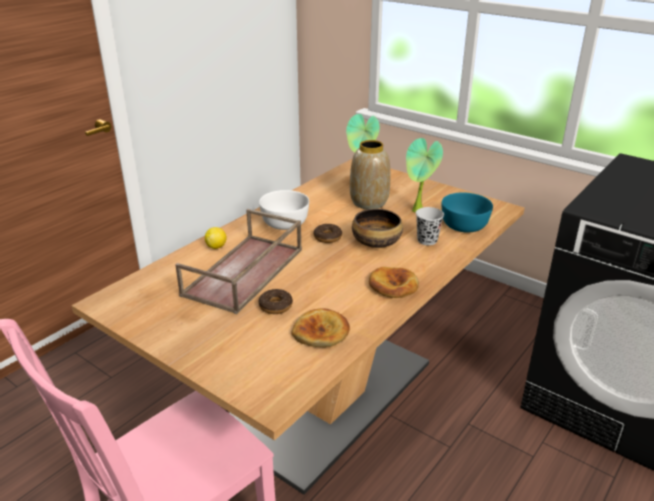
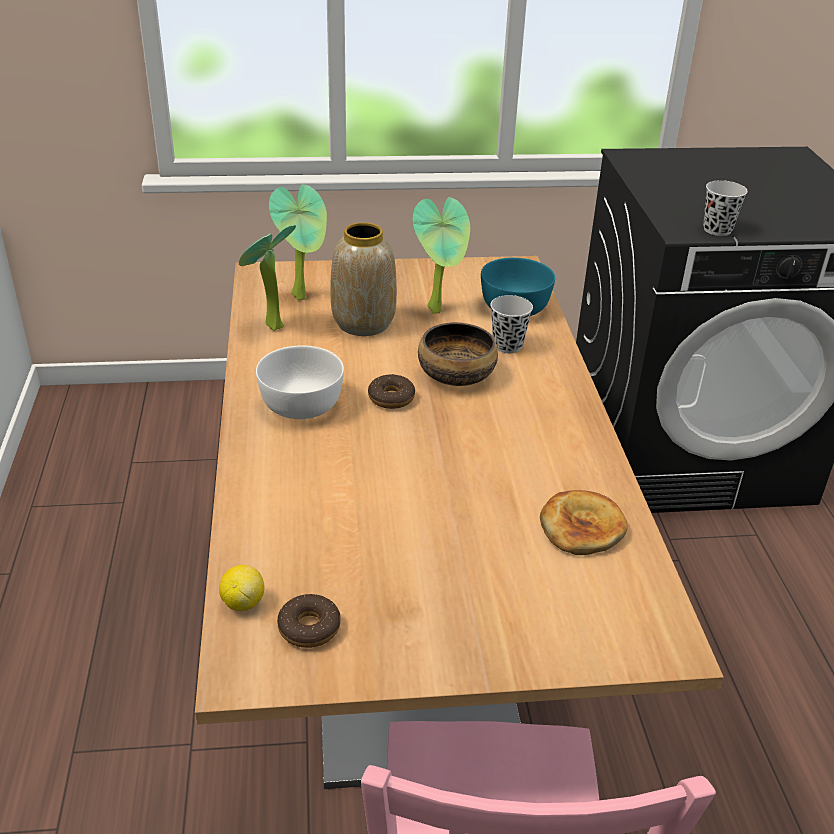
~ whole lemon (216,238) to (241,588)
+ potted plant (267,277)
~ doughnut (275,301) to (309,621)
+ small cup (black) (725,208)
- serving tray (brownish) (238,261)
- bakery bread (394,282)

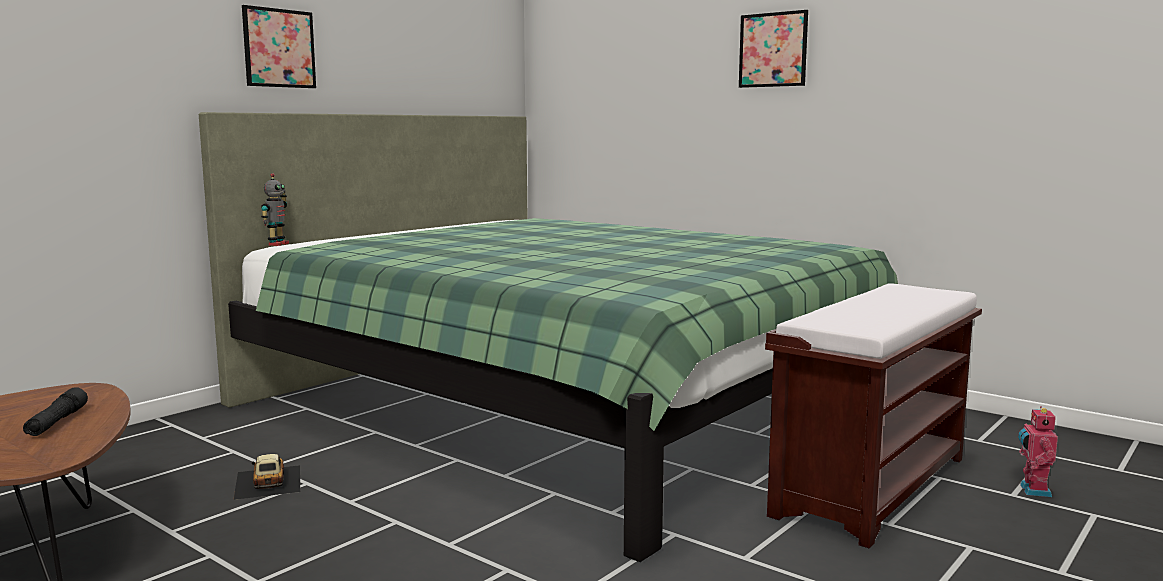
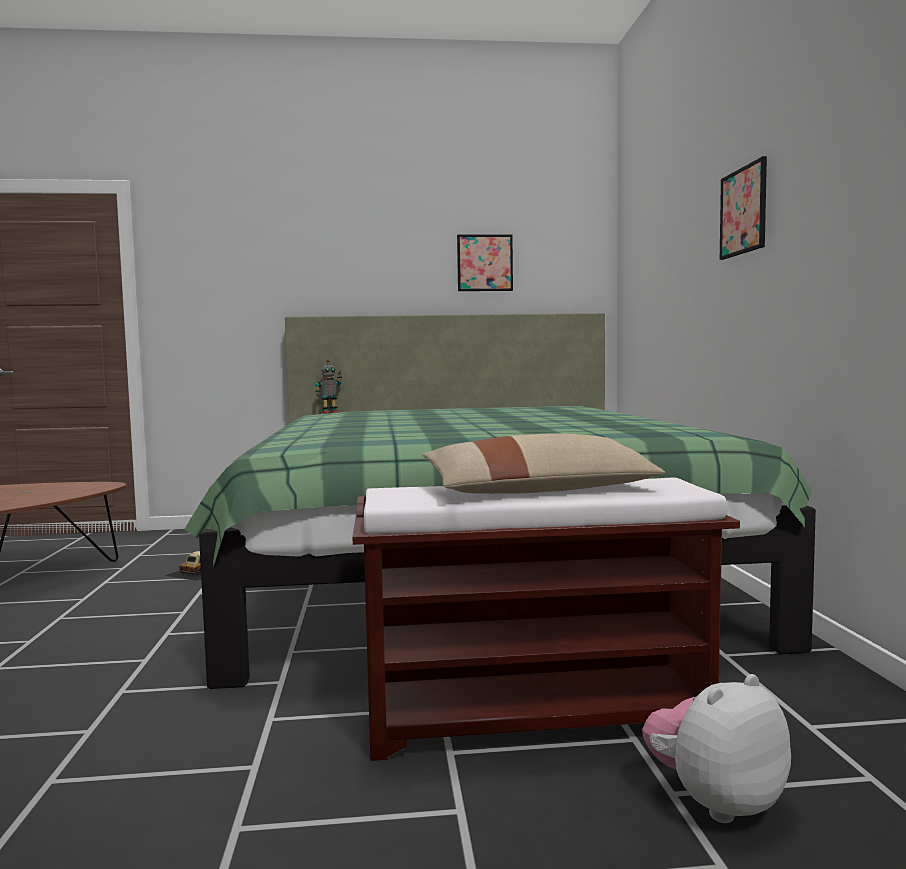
+ pillow (beige) (543,463)
~ picture (279,46) to (485,263)
~ robot figure (1038,451) to plush toy (716,748)
- flashlight (black) (55,411)

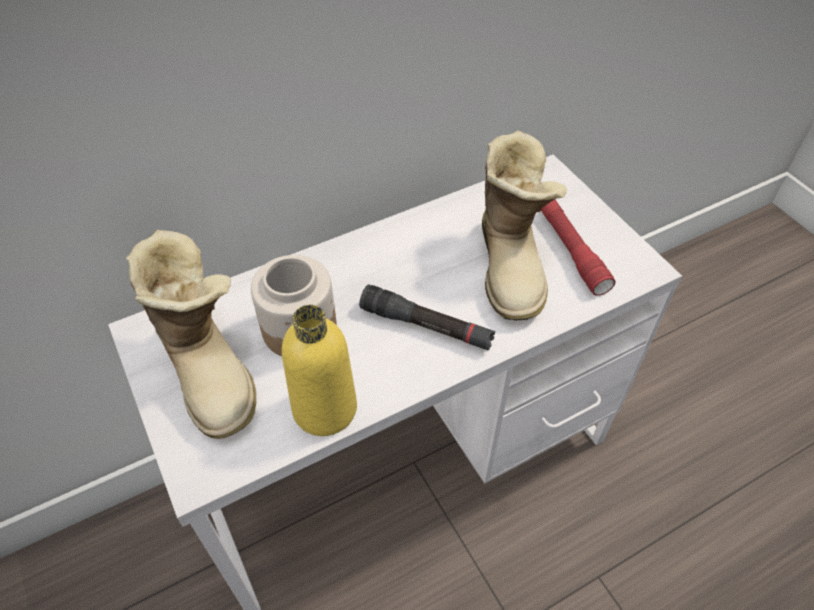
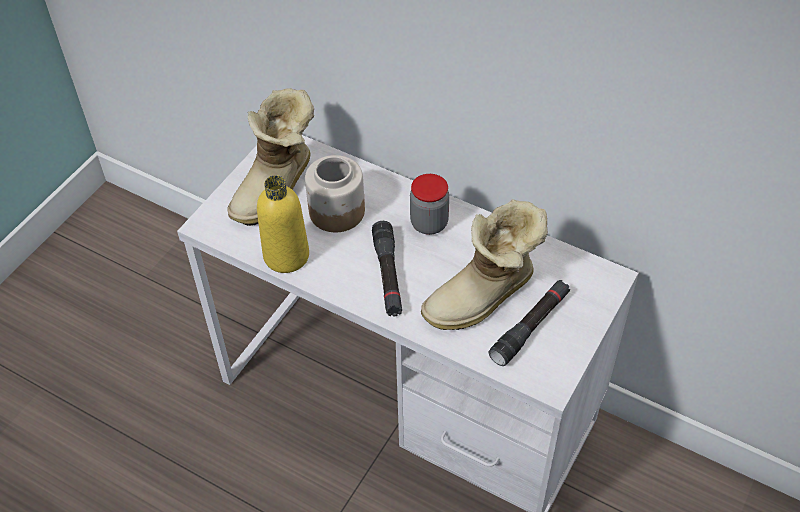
+ storage jar (429,204)
~ flashlight (red-coloured) (578,248) to flashlight (black) (529,323)

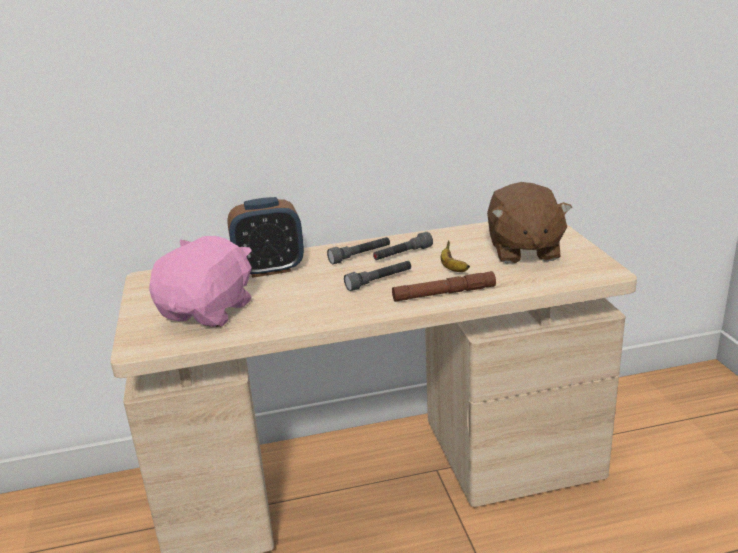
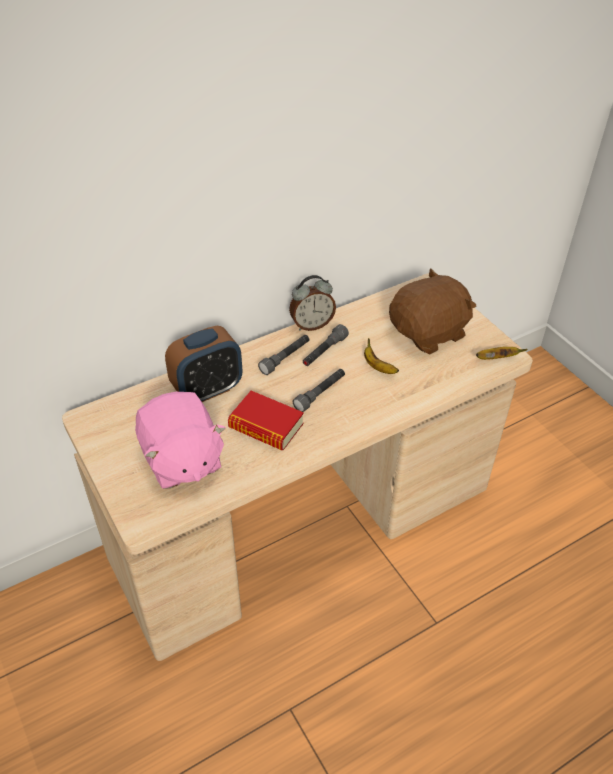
~ plush toy (pinkish) (200,281) = (180,440) 150 degrees clockwise
+ bound book (266,420)
+ bedside clock (312,303)
~ plush toy (brownish) (529,223) = (433,311) 105 degrees counterclockwise
+ banana fruit (501,353)
- flashlight (brownish) (444,286)

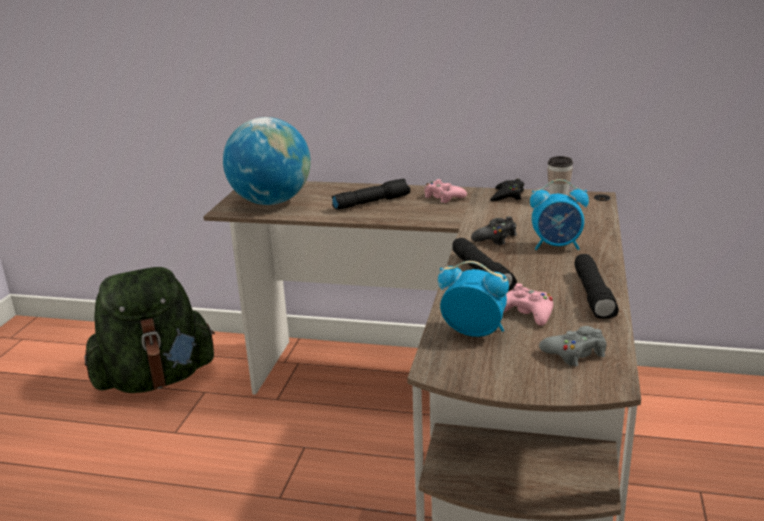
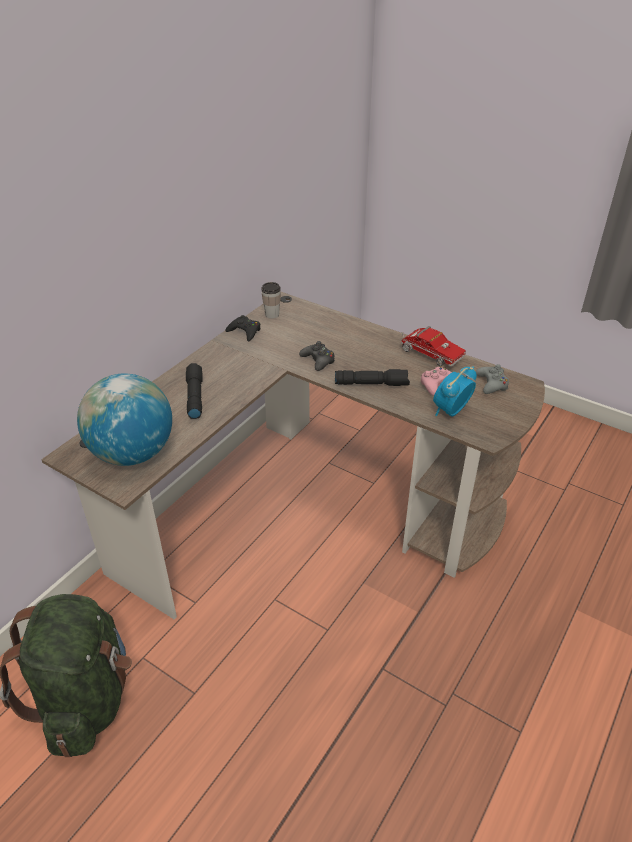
~ flashlight (black) (596,286) to toy lorry (433,346)
- gamepad (pinkish) (445,191)
- bedside clock (559,214)

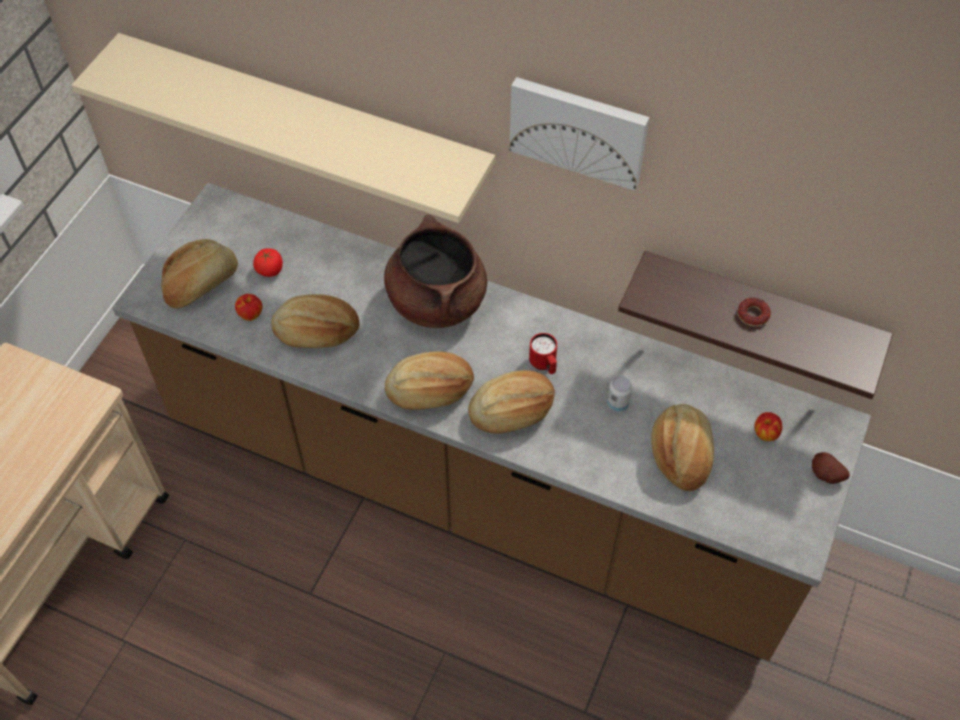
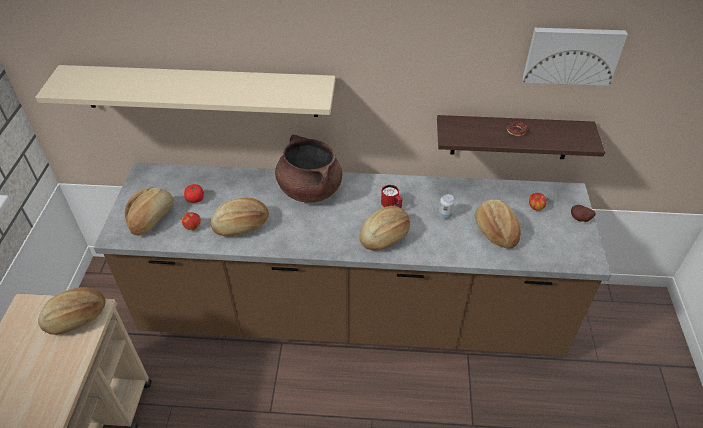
~ bakery bread (429,380) to (72,311)
~ picture (579,134) to (575,57)

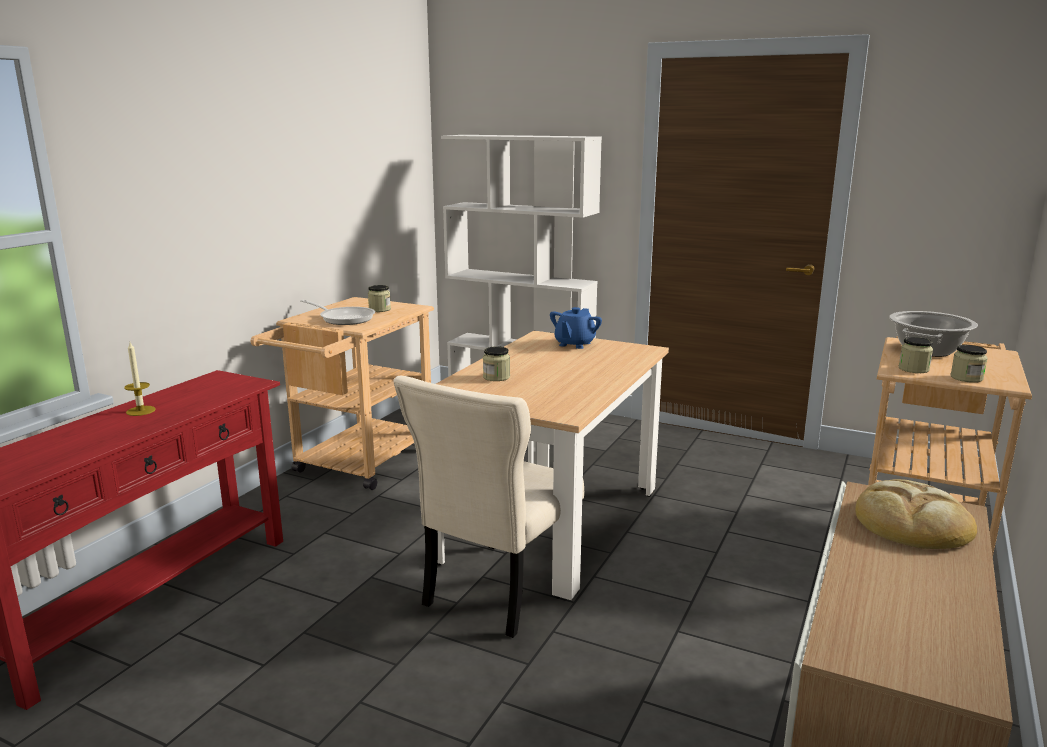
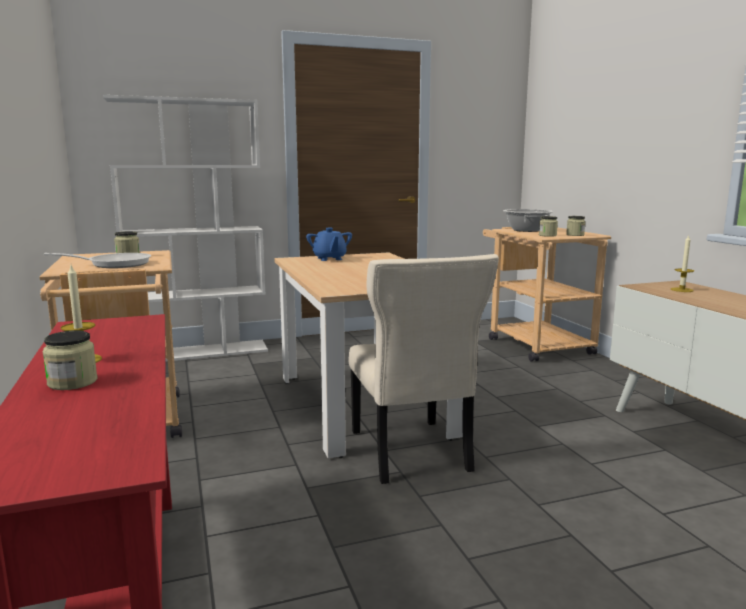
~ storage jar (496,363) to (70,360)
~ bakery bread (916,514) to wax candle (682,263)

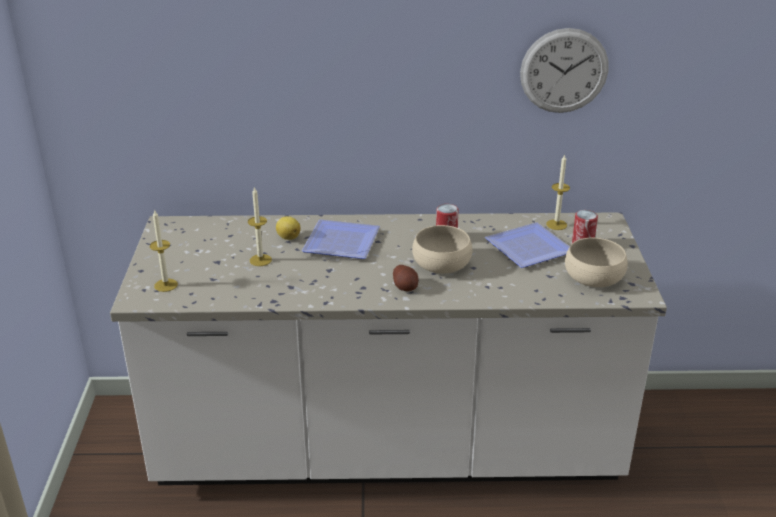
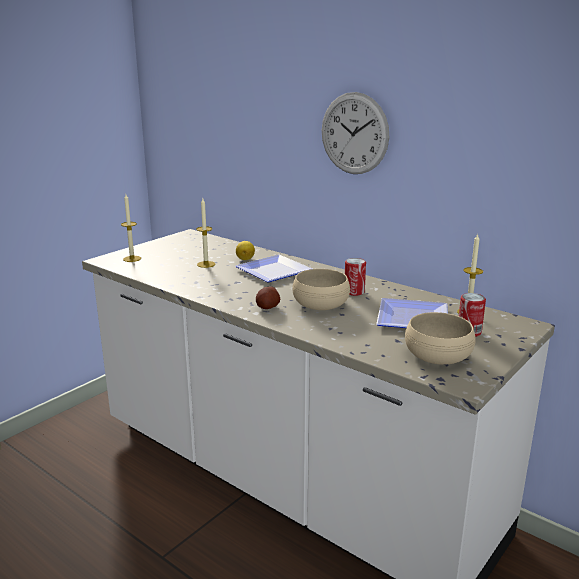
~ hanging clock (564,70) to (355,133)

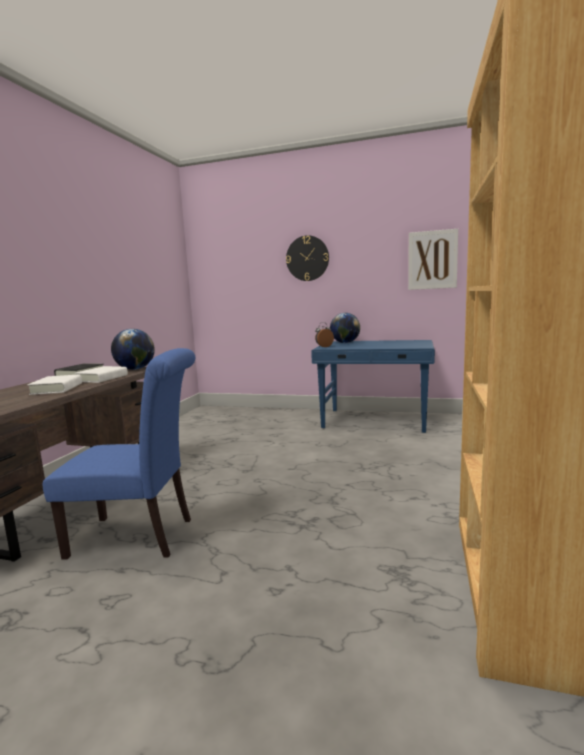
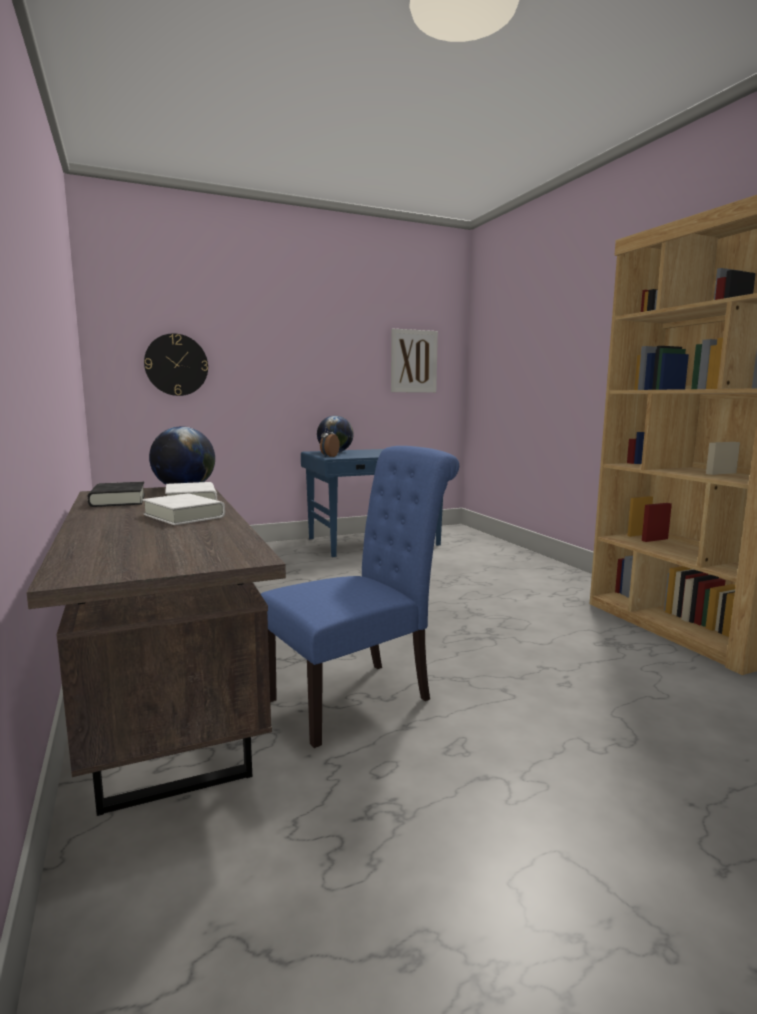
~ hanging clock (307,258) to (176,364)

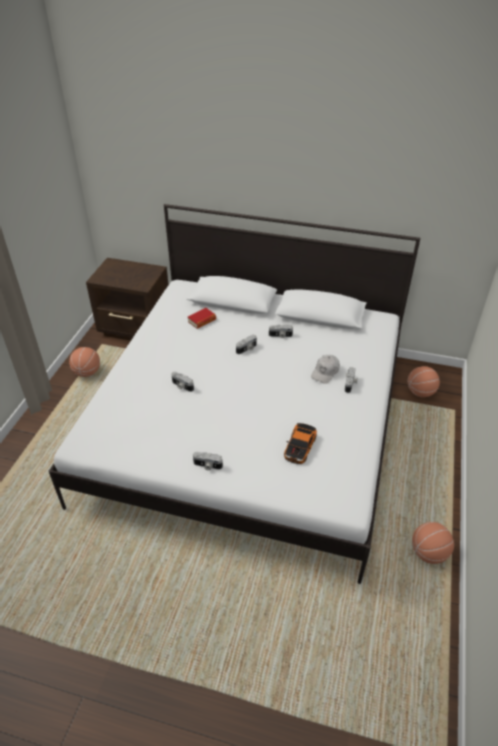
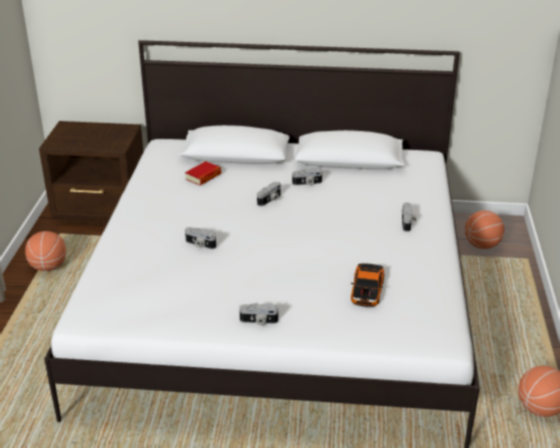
- baseball cap (white-coloured) (325,369)

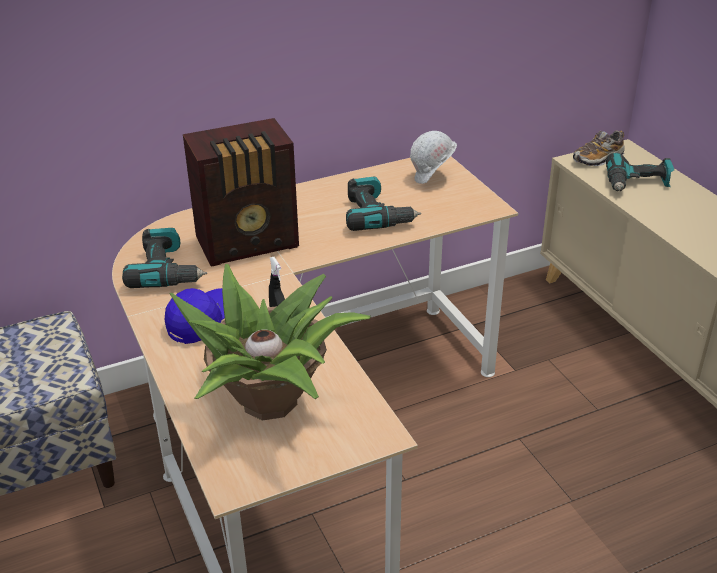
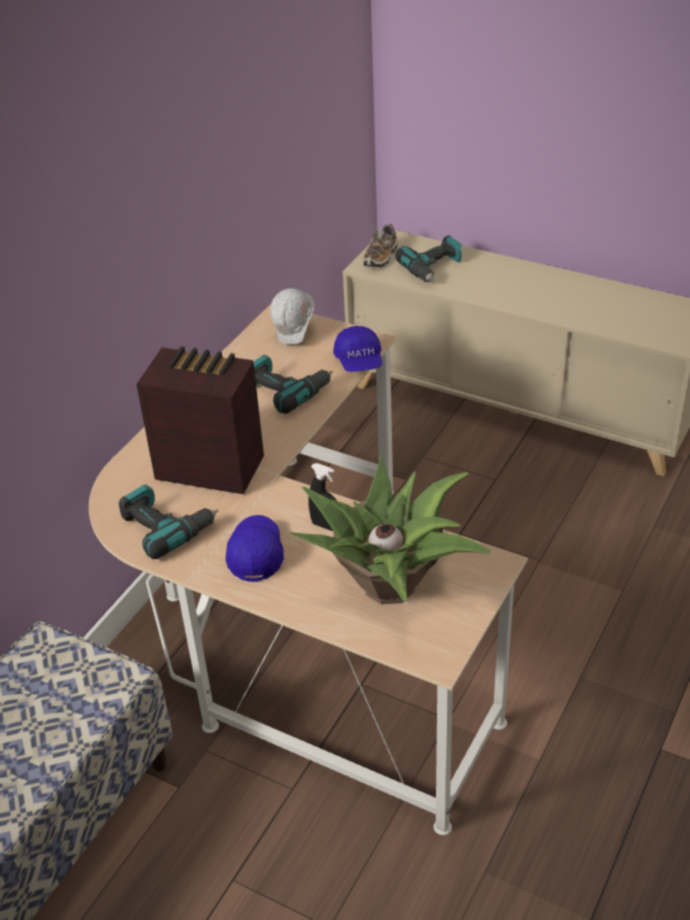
~ radio receiver (241,192) = (200,420) 105 degrees counterclockwise
+ baseball cap (bluish) (357,349)

